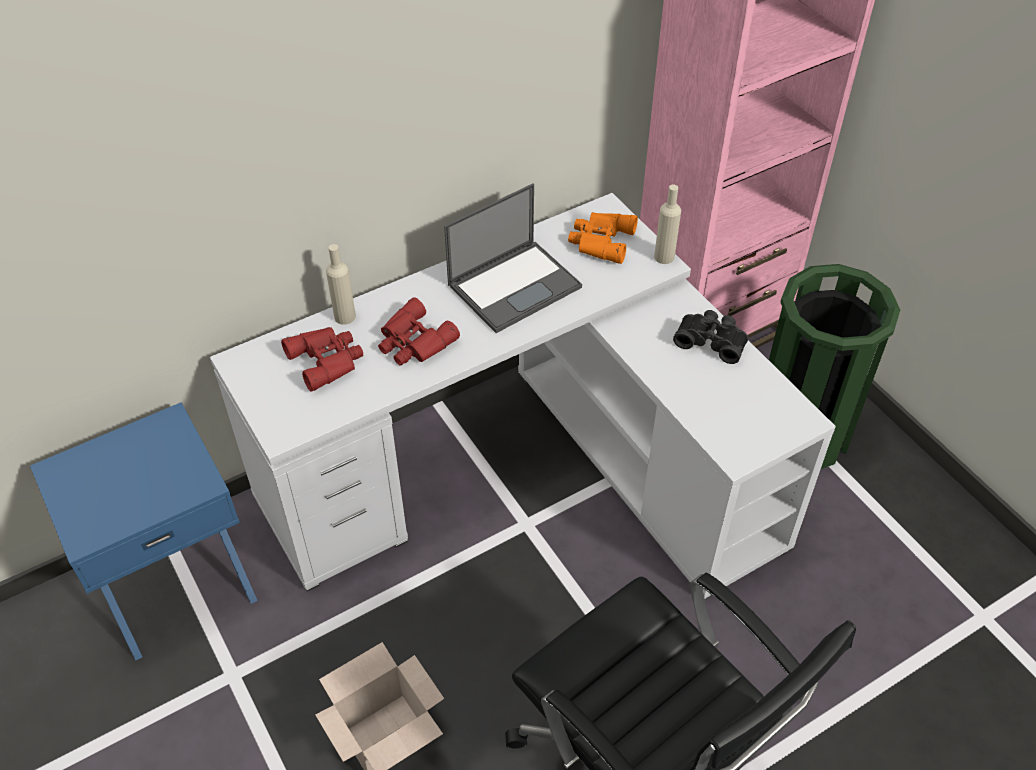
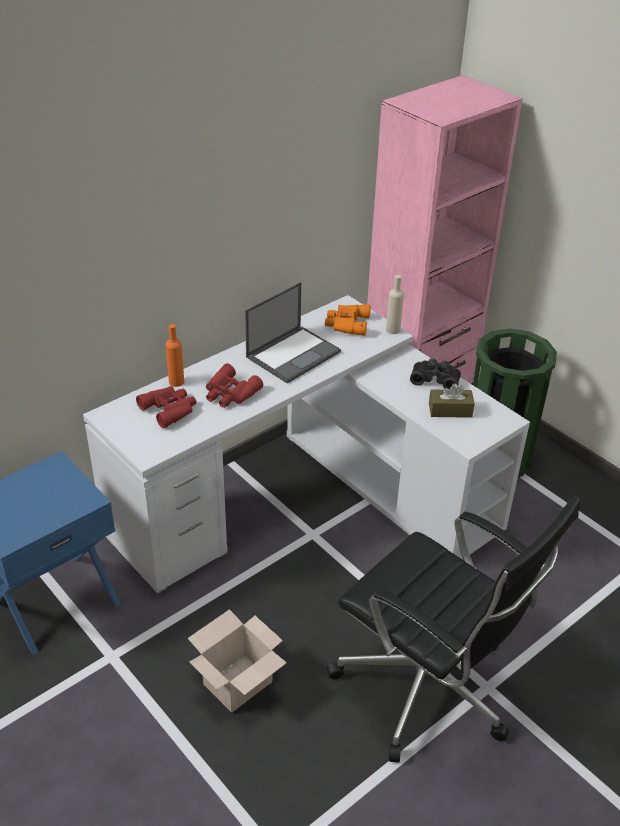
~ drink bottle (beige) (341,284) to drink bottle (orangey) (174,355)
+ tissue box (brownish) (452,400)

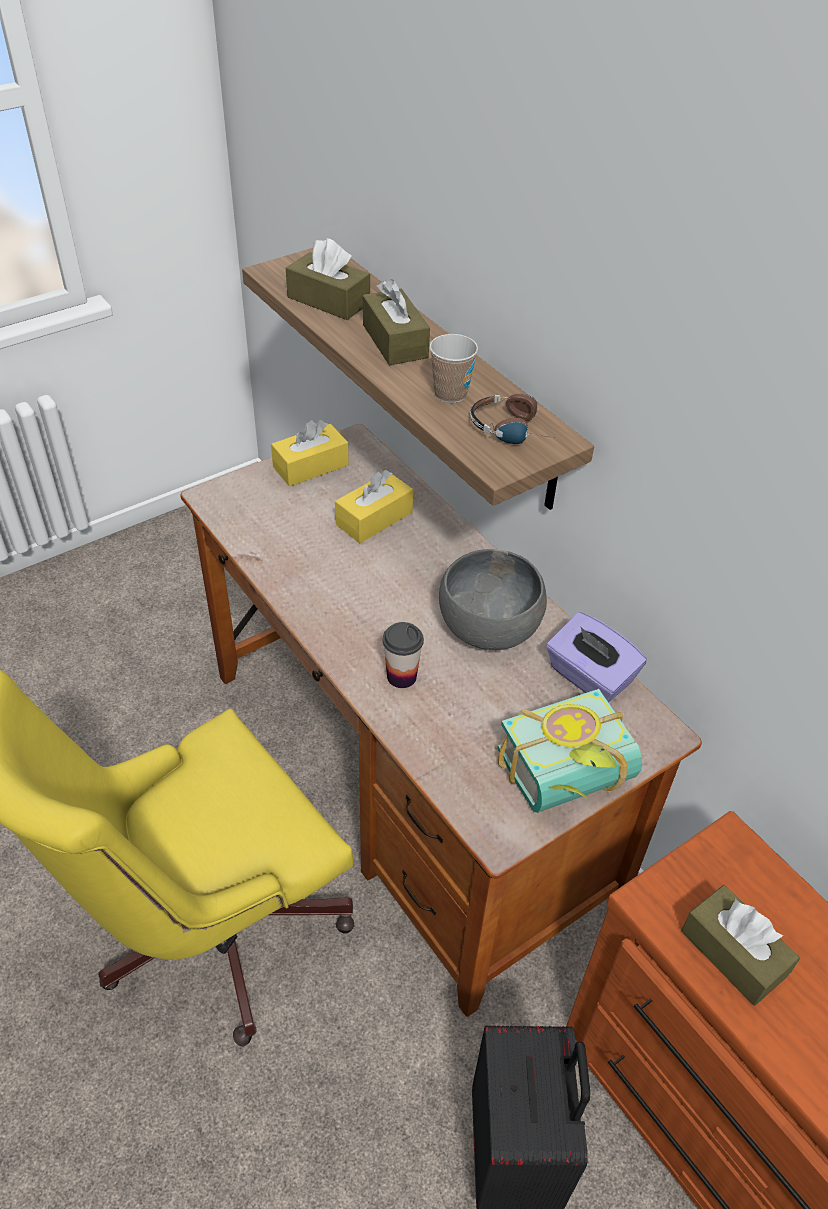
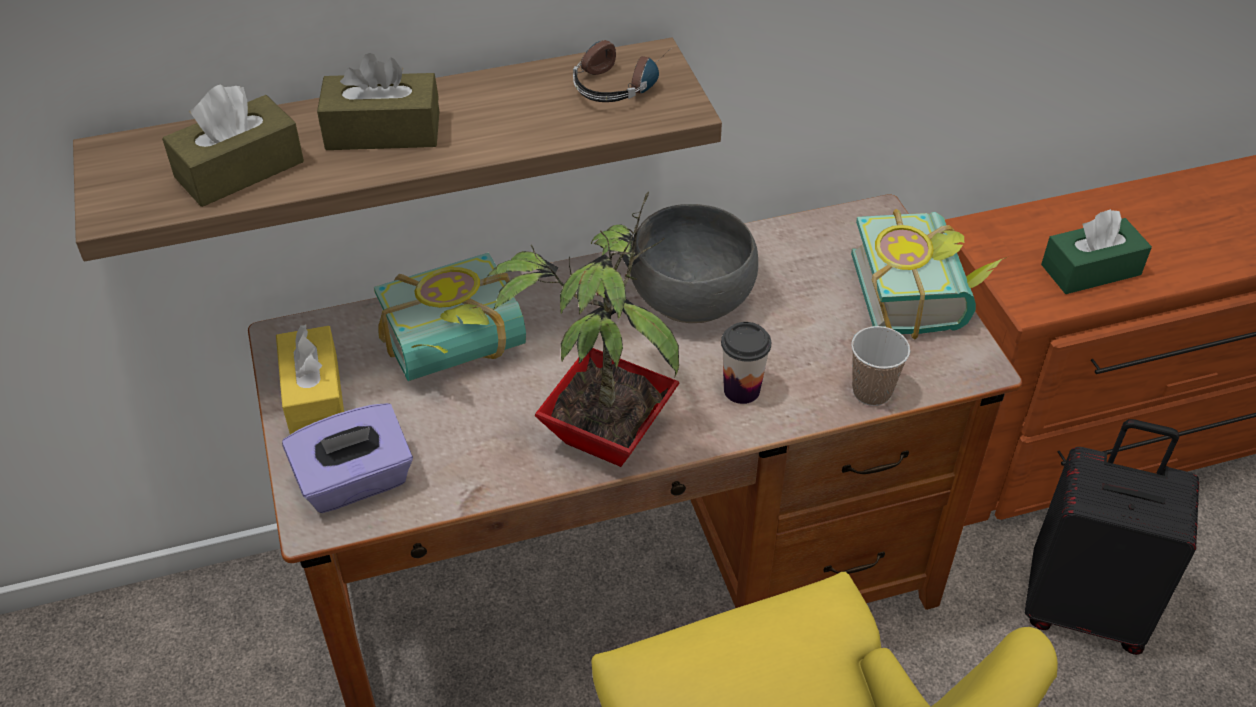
~ tissue box (purplish) (596,657) to (347,458)
~ tissue box (yellowish) (374,506) to bound book (450,316)
+ potted plant (583,329)
~ small cup (454,368) to (880,366)
~ tissue box (brownish) (740,945) to tissue box (green-coloured) (1096,251)

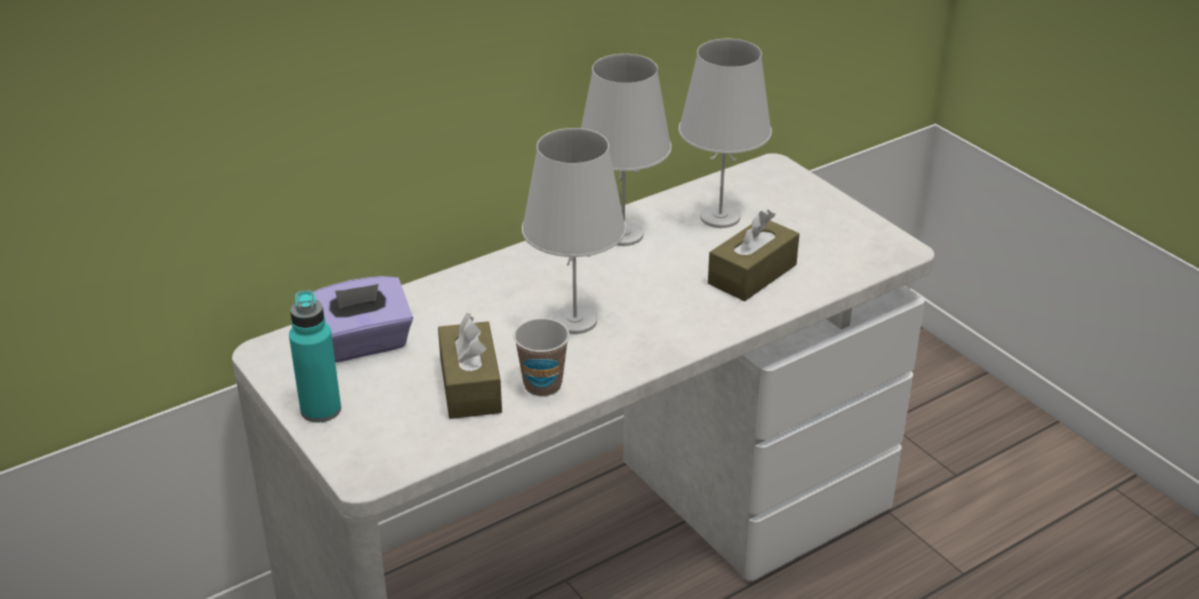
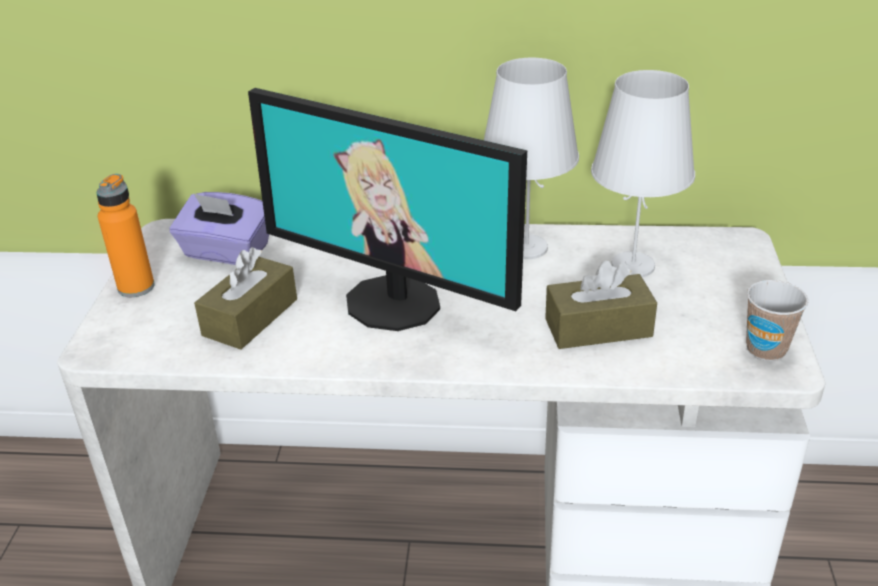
~ drink bottle (turquoise) (315,356) to drink bottle (orangey) (126,235)
~ table lamp (white-coloured) (574,231) to computer display (387,209)
~ small cup (541,357) to (777,320)

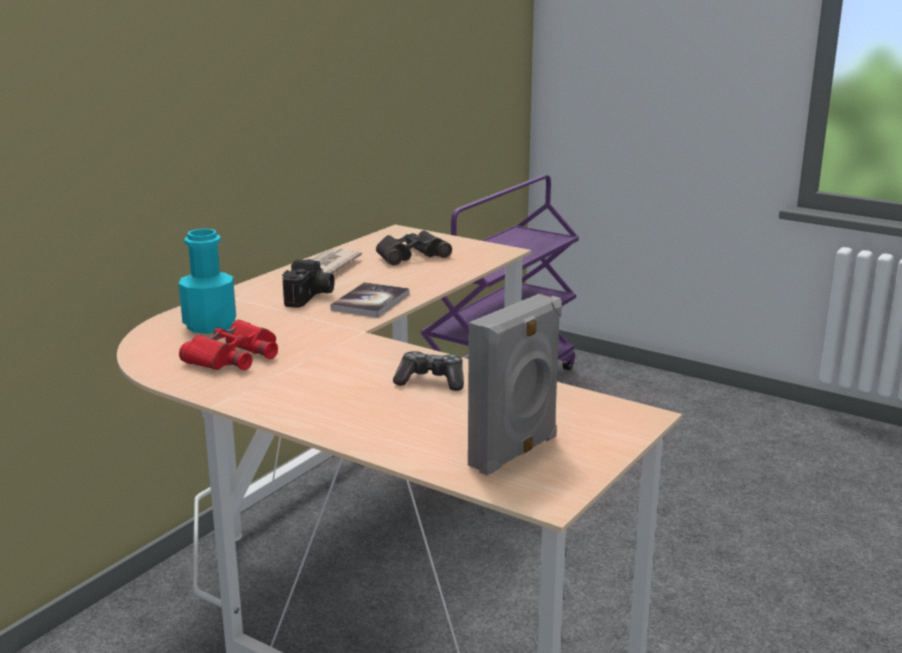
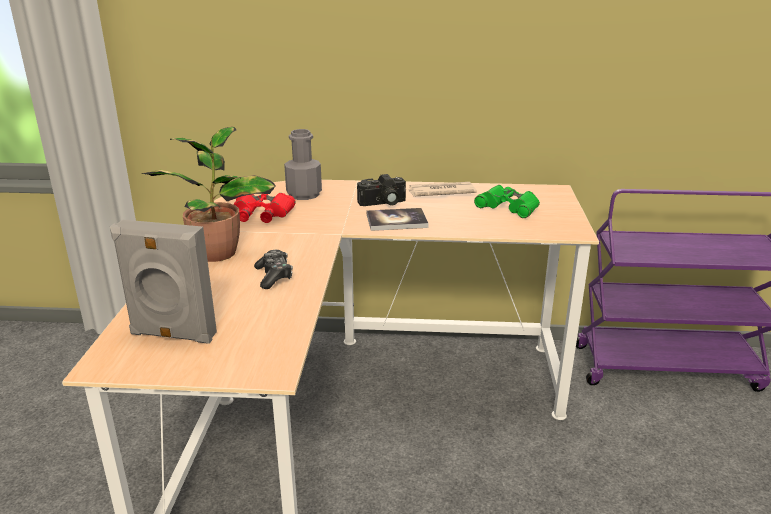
+ potted plant (208,194)
~ drink bottle (turquoise) (207,281) to drink bottle (greyish) (303,164)
~ pair of binoculars (black) (414,248) to pair of binoculars (green-coloured) (507,201)

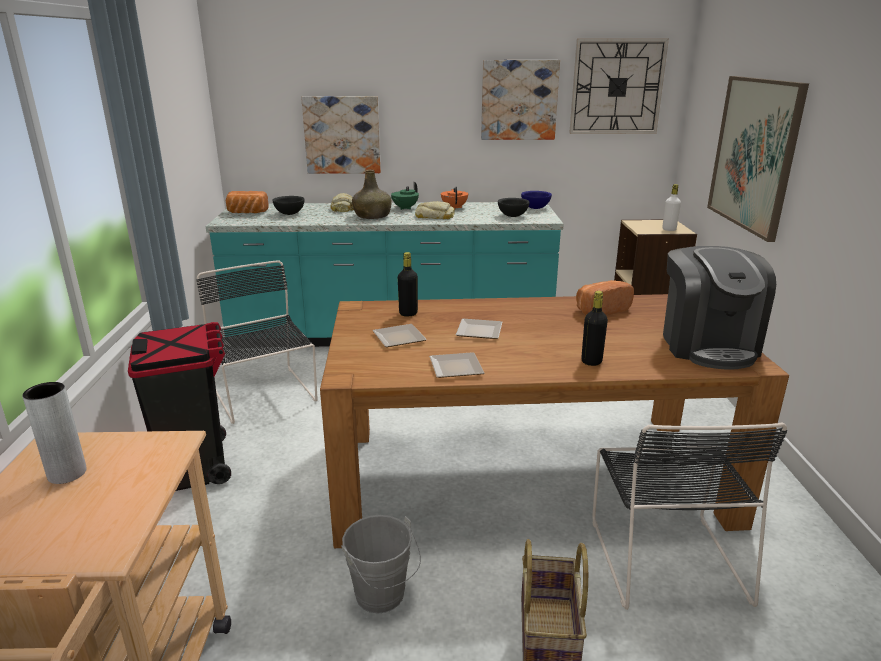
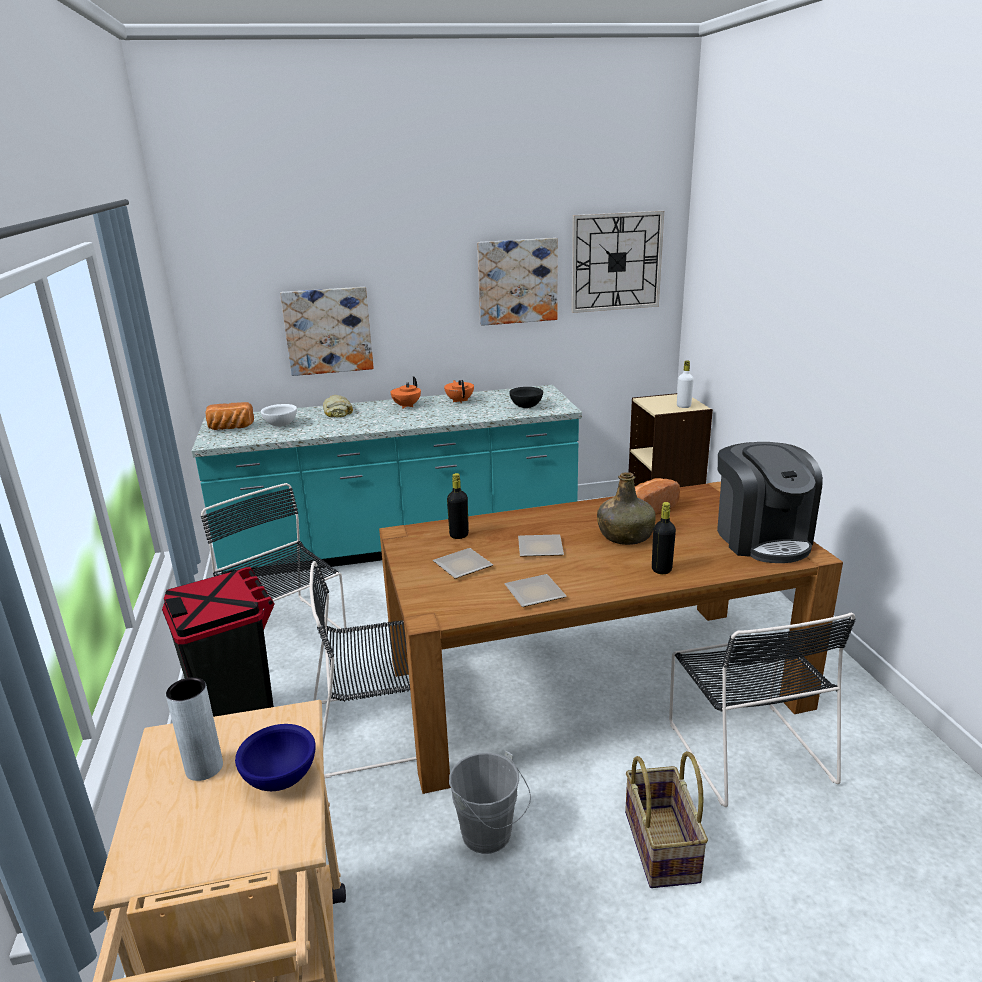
~ deep dish (bluish) (536,200) to (275,757)
~ deep dish (black) (288,205) to deep dish (white-coloured) (279,415)
+ chair (black) (363,670)
~ pot for tea (green-coloured) (405,196) to pot for tea (orangey) (405,392)
~ drink bottle (green-coloured) (371,194) to (626,508)
- bakery bread (435,210)
- picture (758,159)

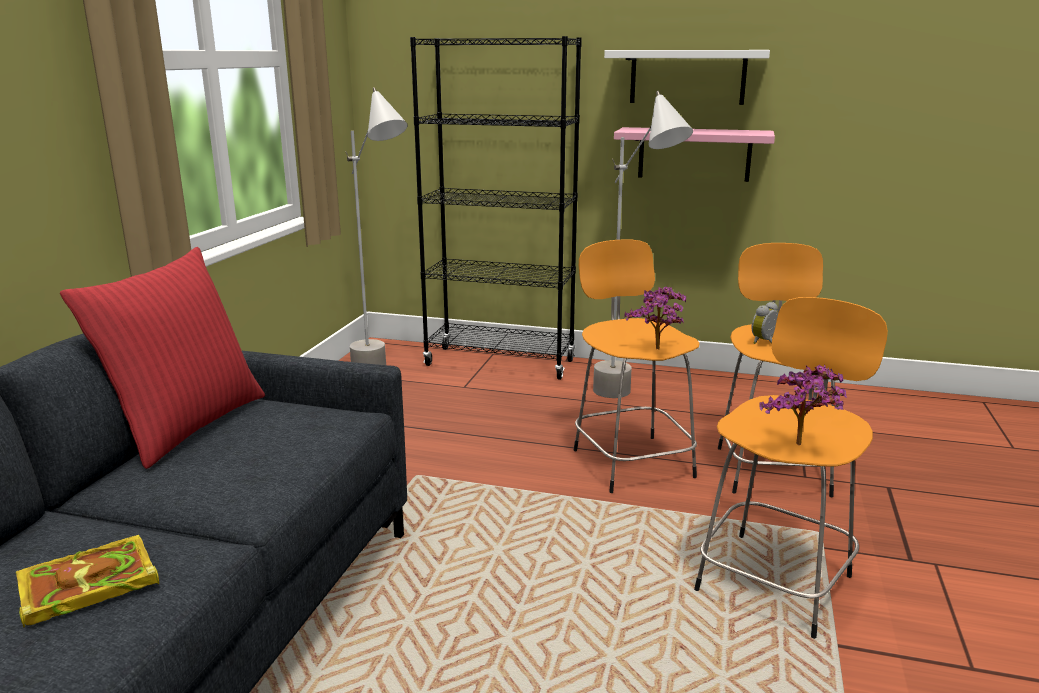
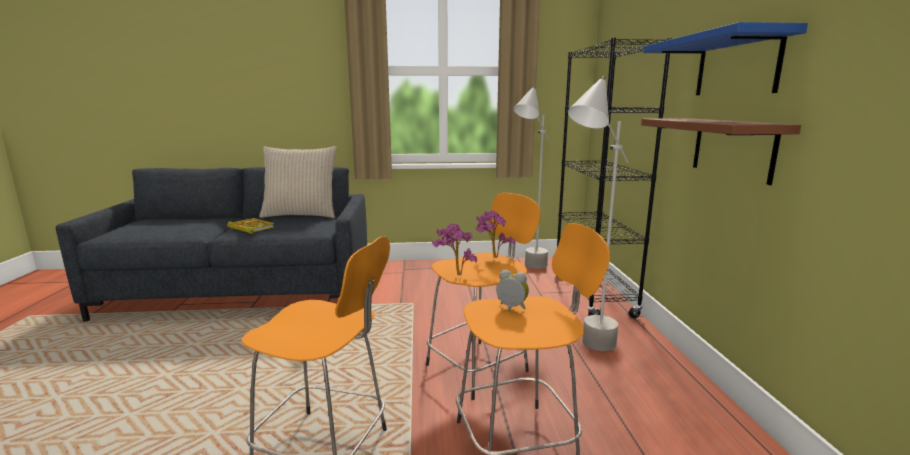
~ bound book (87,581) to (250,226)
~ pillow (red-coloured) (162,358) to pillow (beige) (298,182)
~ potted plant (803,405) to (495,234)
~ shelf (pinkish) (694,154) to shelf (brownish) (721,151)
~ shelf (white-coloured) (687,77) to shelf (bluish) (725,58)

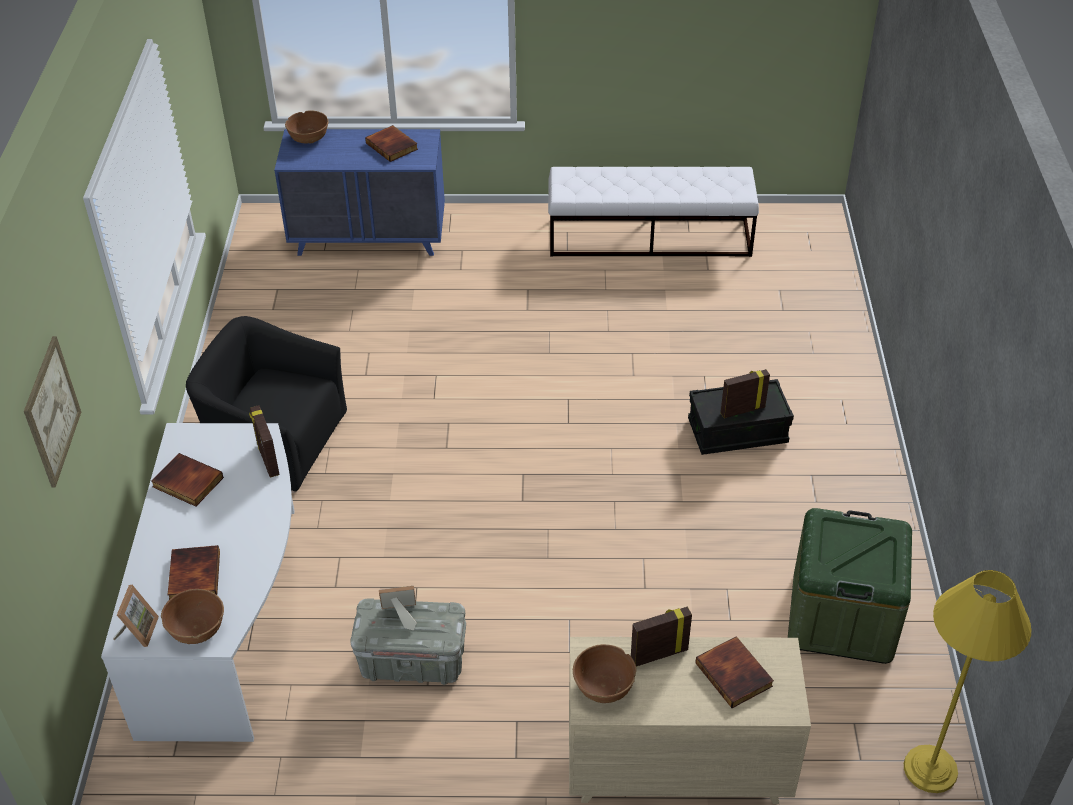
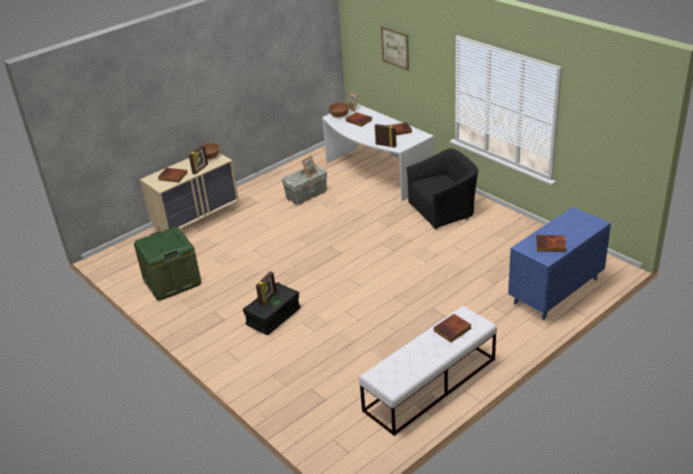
+ bound book (453,328)
- deep dish (brownish) (307,126)
- floor lamp (yellowish) (968,681)

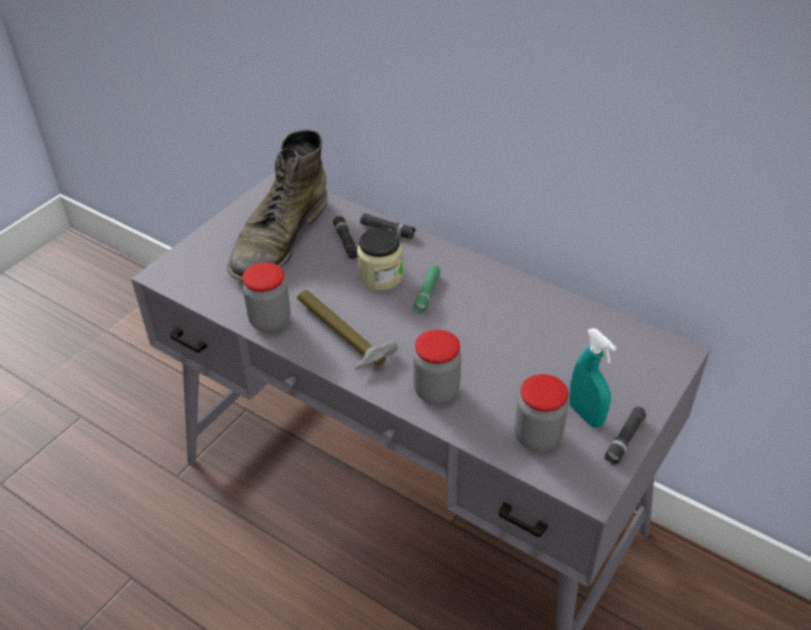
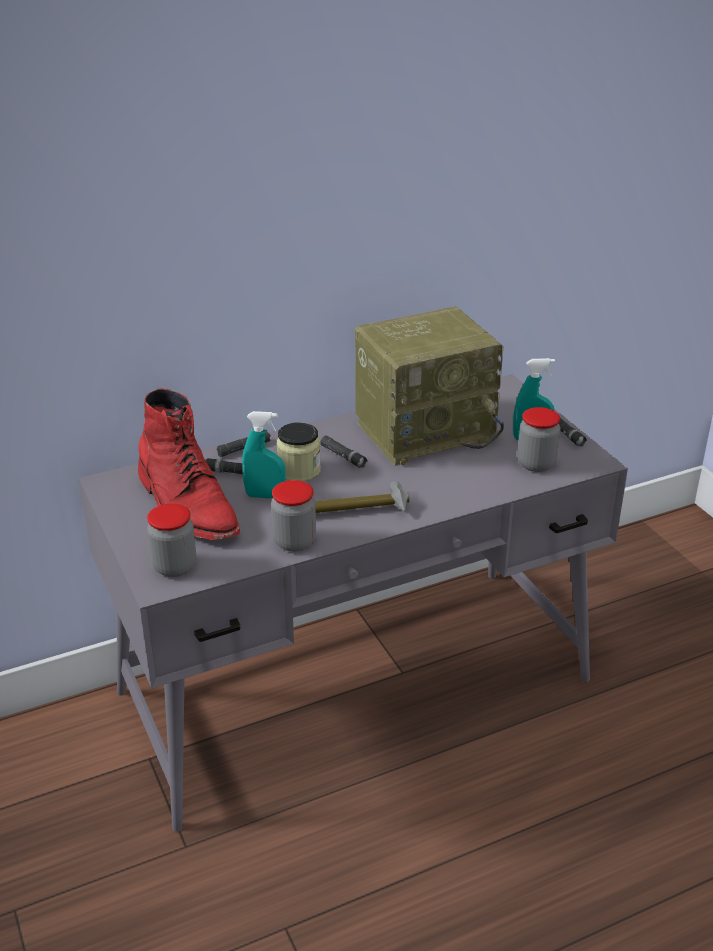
~ high-top boot (green-coloured) (277,205) to high-top boot (red-coloured) (189,464)
~ storage jar (437,367) to (171,540)
+ sprayer (turquoise) (264,455)
~ flashlight (green-coloured) (427,289) to flashlight (black) (344,452)
+ radio receiver (429,386)

